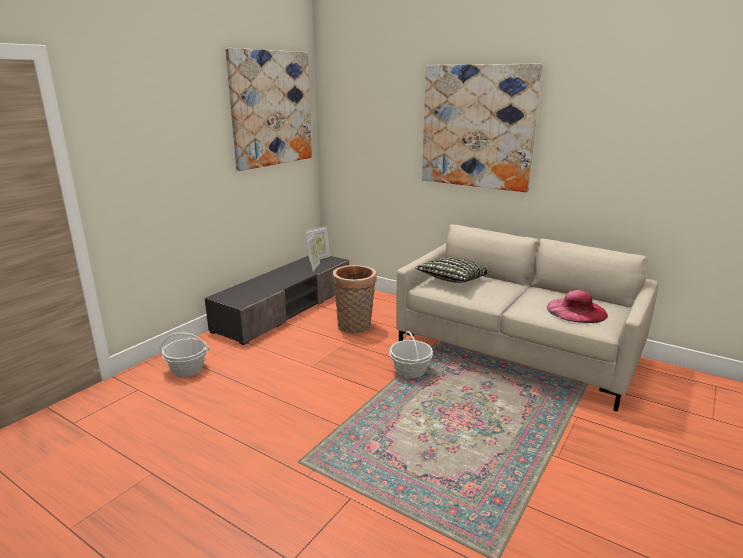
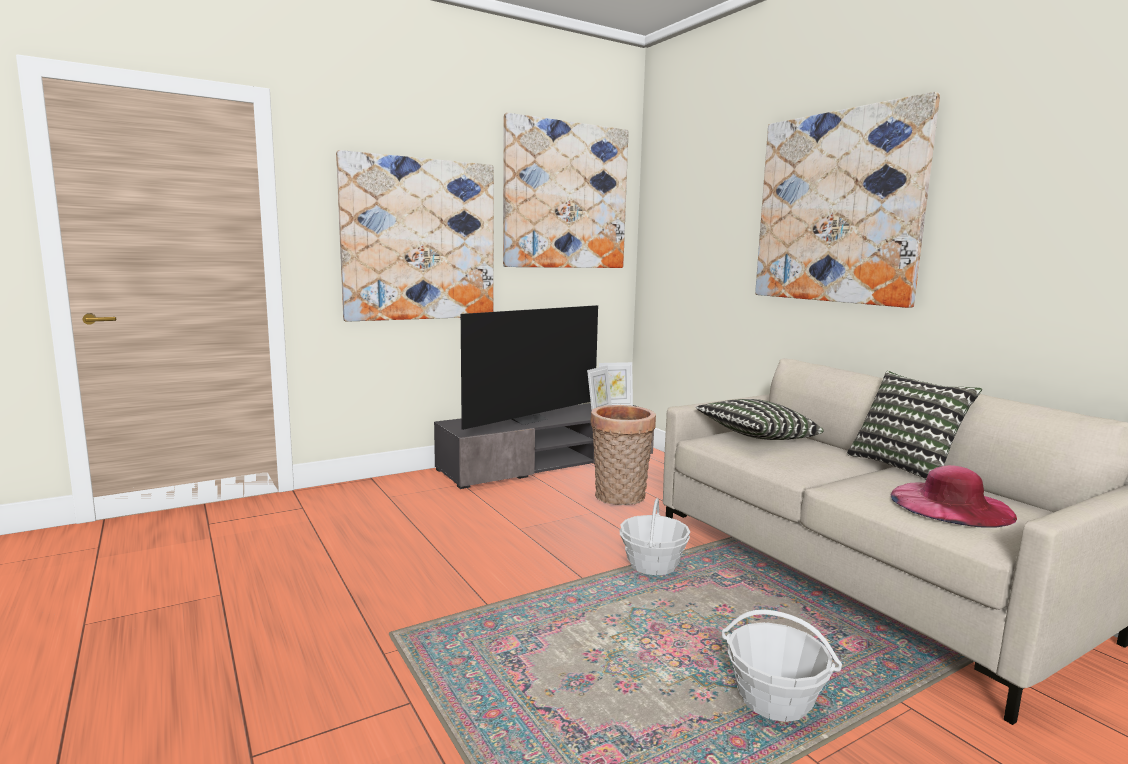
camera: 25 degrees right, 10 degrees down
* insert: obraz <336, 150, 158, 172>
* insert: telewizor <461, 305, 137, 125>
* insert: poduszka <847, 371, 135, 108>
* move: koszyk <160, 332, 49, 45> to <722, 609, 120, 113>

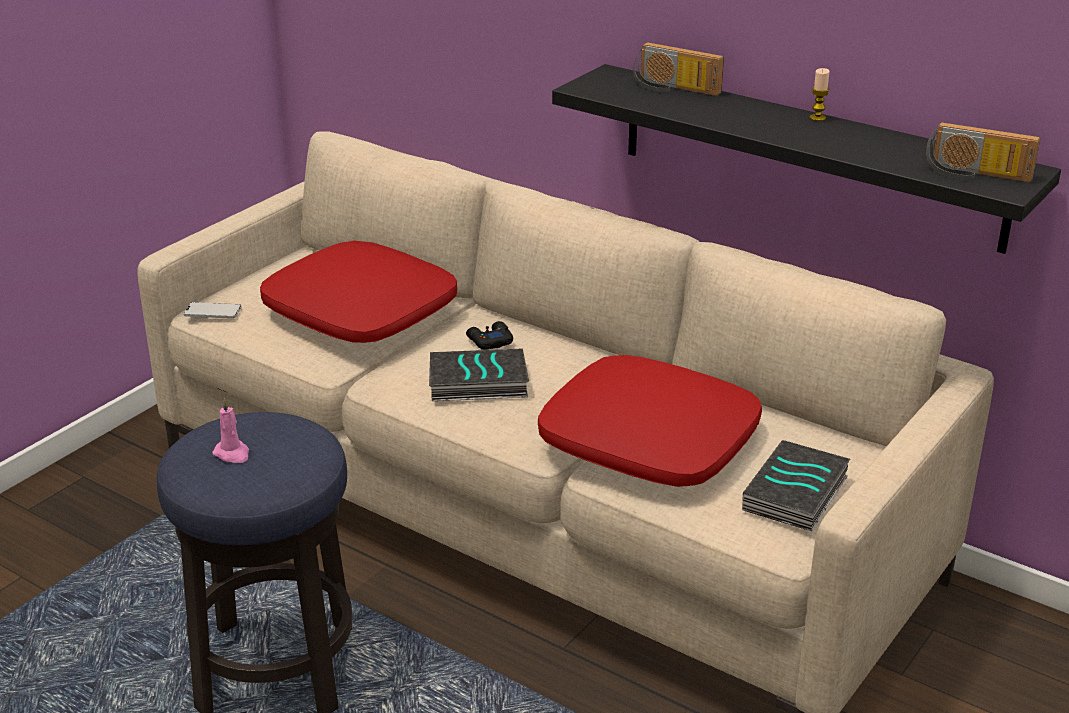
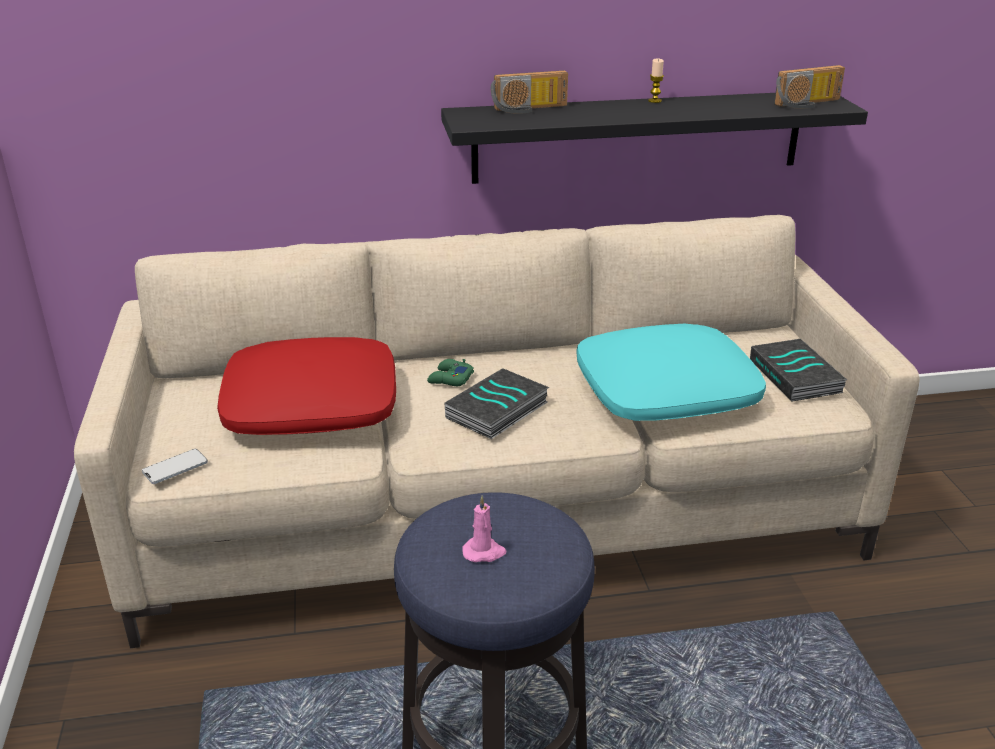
camera: 45 degrees left, 0 degrees up
* recolor: pad do gier (czarny) <466, 321, 47, 29> to pad do gier (zielony) <427, 359, 47, 27>
* recolor: poduszka (czerwony) <538, 355, 224, 132> to poduszka (turkusowy) <577, 324, 189, 97>

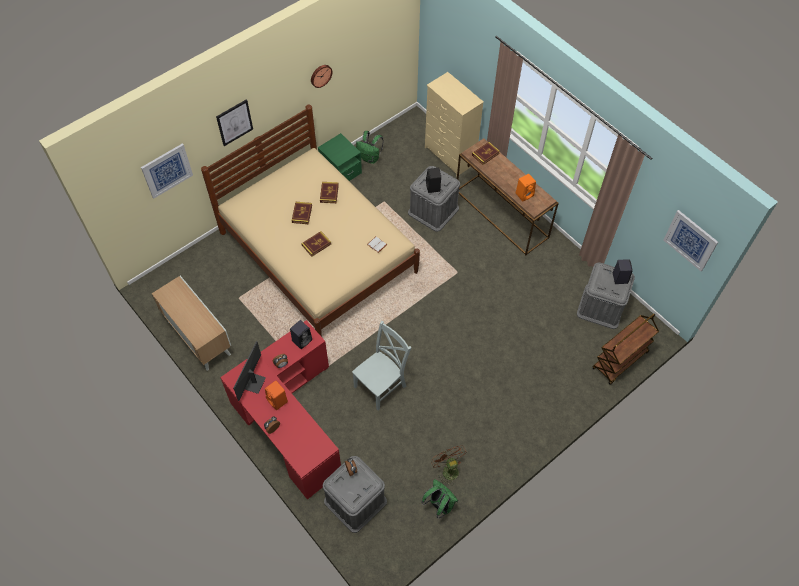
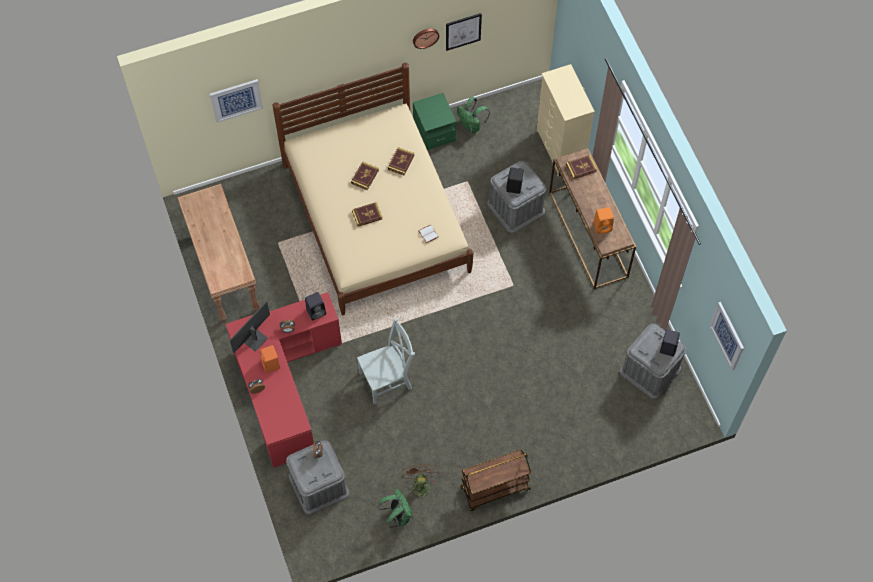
camera: 20 degrees right, 5 degrees up
* move: obraz <216, 99, 37, 47> to <446, 13, 36, 38>
* move: wózek (brązowy) <592, 314, 67, 71> to <460, 449, 71, 62>
* replace: szafka <152, 276, 79, 95> to stolik konsolowy (brązowy) <177, 184, 83, 139>

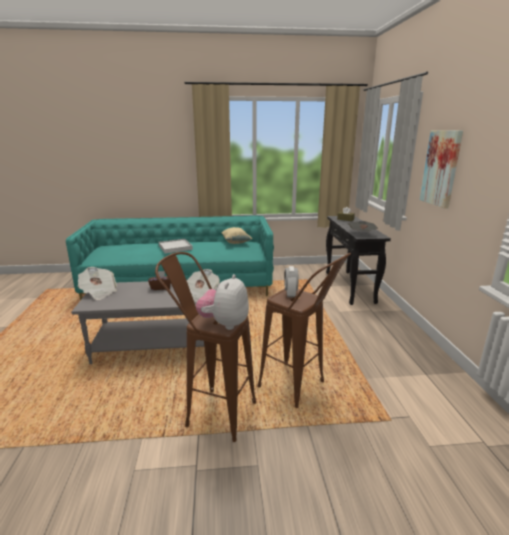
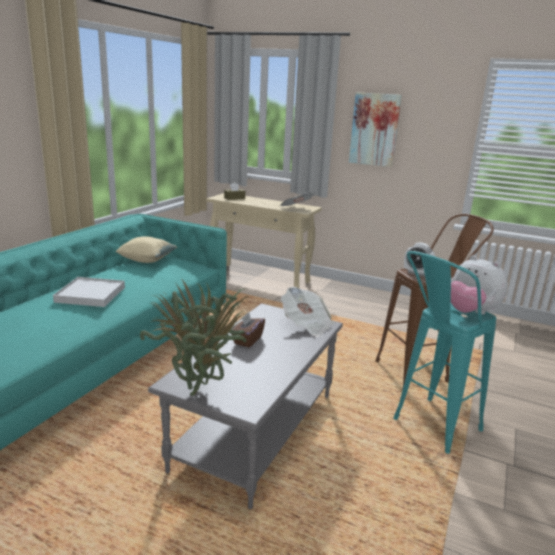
camera: 60 degrees left, 0 degrees up
* replace: gazeta <78, 267, 39, 33> to roślina doniczkowa <140, 278, 111, 118>
* recolor: stołek (brązowy) <155, 252, 101, 190> to stołek (turkusowy) <393, 251, 103, 203>
* recolor: stolik konsolowy (czarny) <326, 216, 65, 89> to stolik konsolowy (beżowy) <206, 193, 116, 95>

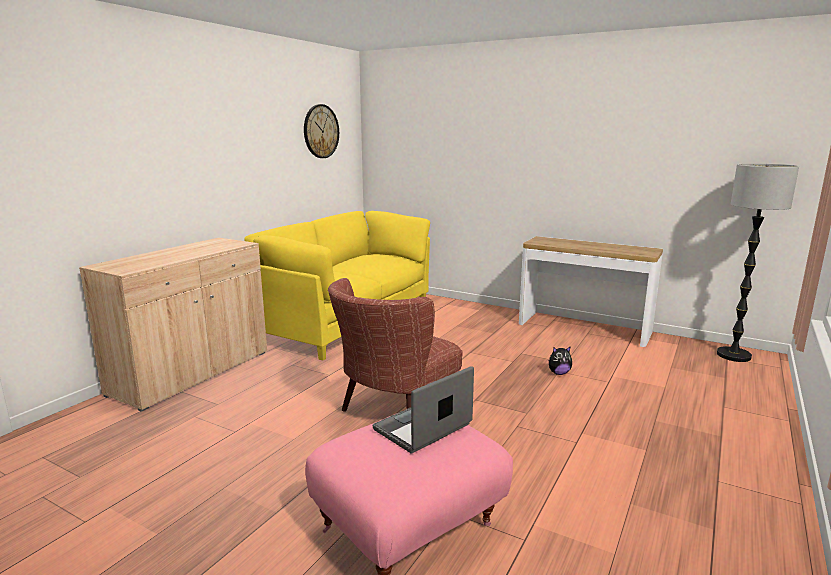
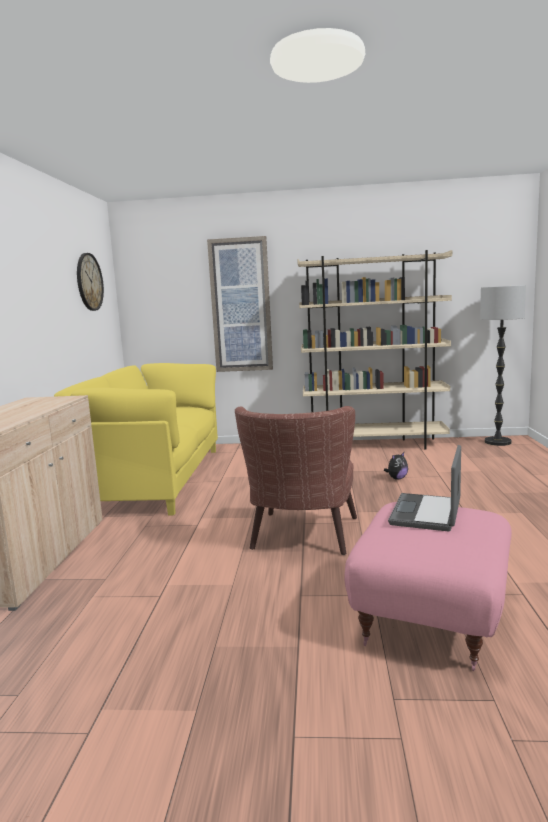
camera: 25 degrees left, 5 degrees down
* insert: obraz <207, 236, 66, 136>
* replace: stolik konsolowy <519, 236, 144, 111> to regał (beżowy) <297, 250, 155, 200>

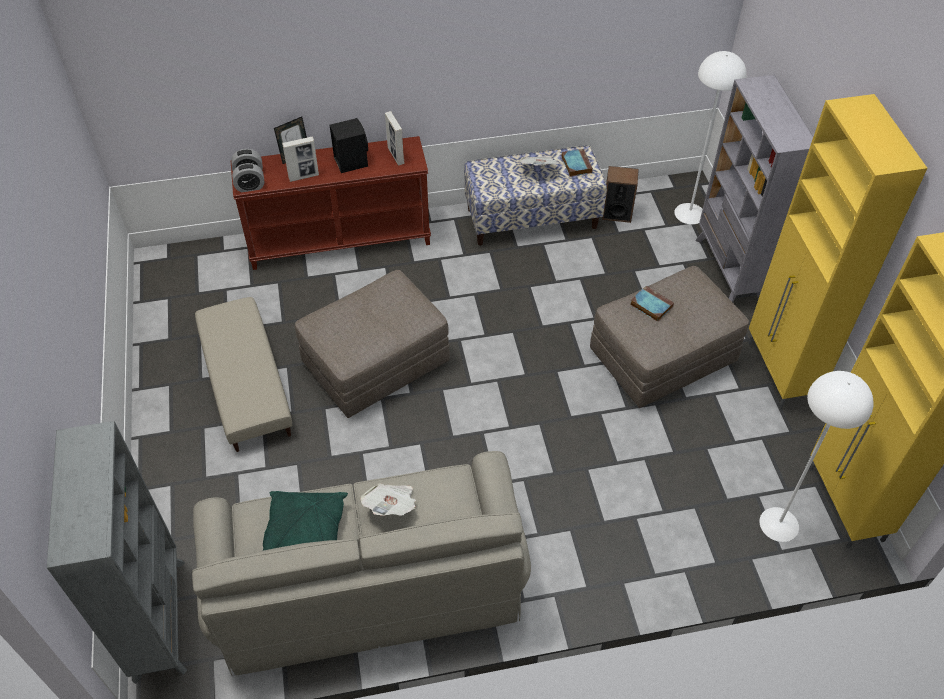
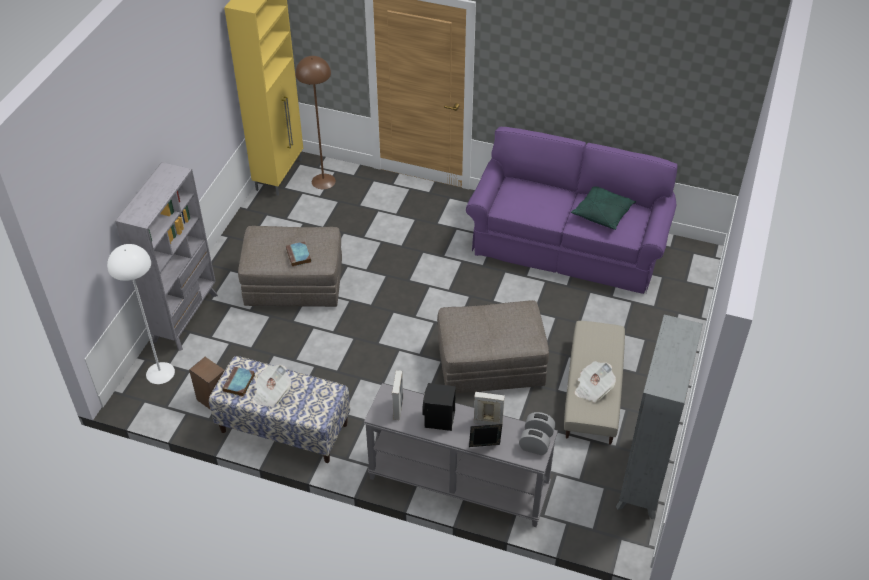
camera: 150 degrees left, 5 degrees down
* delete: szafka (żółty) <748, 94, 179, 315>
* move: regał (szary) <47, 421, 140, 263> to <616, 314, 87, 205>
* move: gazeta <361, 484, 55, 32> to <575, 361, 41, 42>
* recolor: kanapa (szary) <192, 451, 339, 225> to kanapa (fioletowy) <466, 127, 212, 167>
* recolor: stolik konsolowy (brązowy) <231, 136, 200, 134> to stolik konsolowy (szary) <364, 383, 194, 144>
* recolor: lampa stojąca (biały) <759, 371, 115, 171> to lampa stojąca (brązowy) <295, 56, 41, 133>

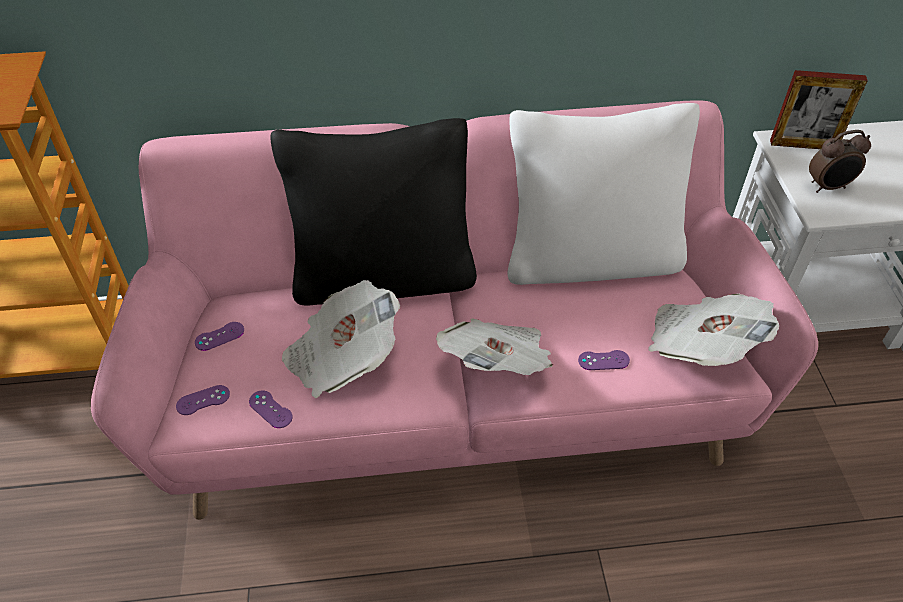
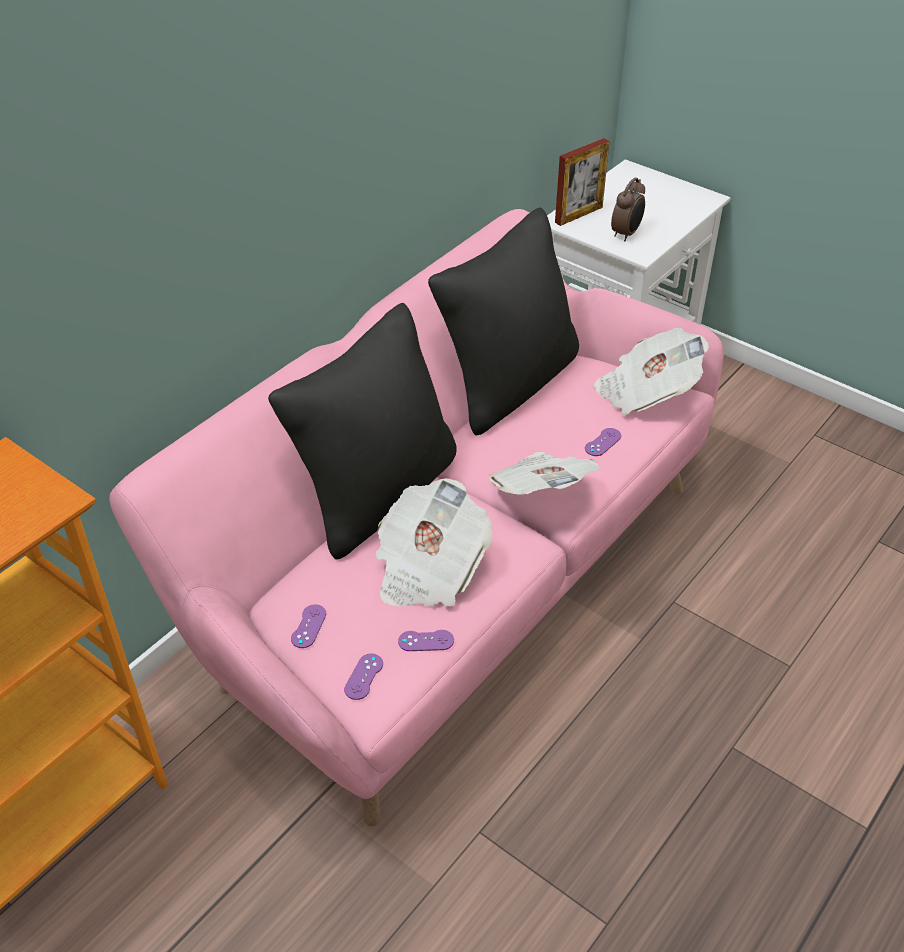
camera: 45 degrees left, 5 degrees down
* recolor: poduszka (biały) <507, 103, 193, 182> to poduszka (czarny) <428, 208, 151, 227>

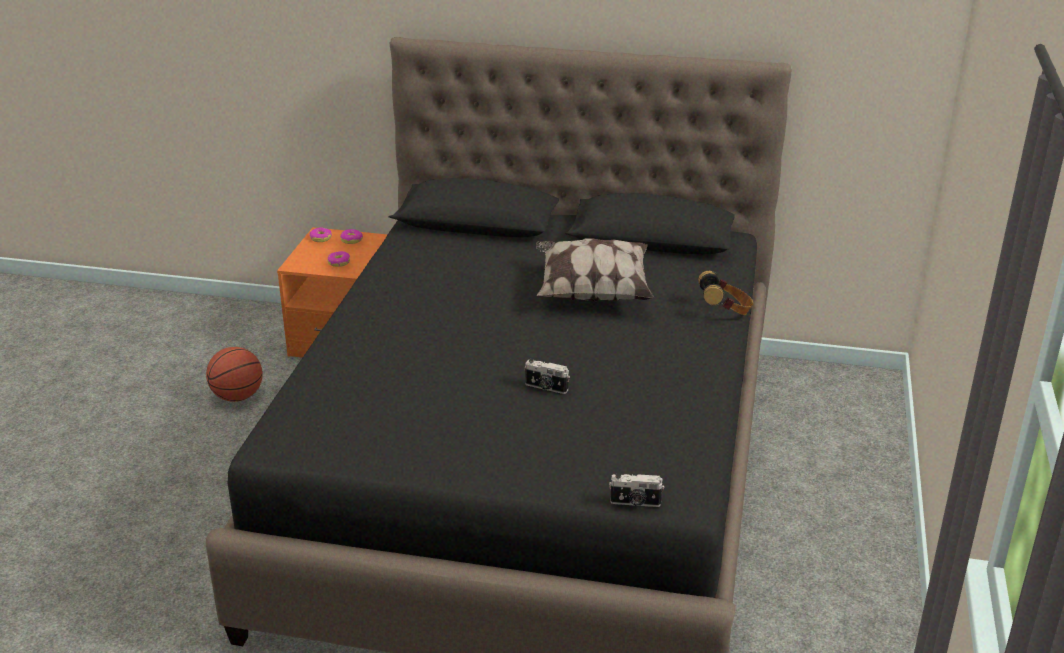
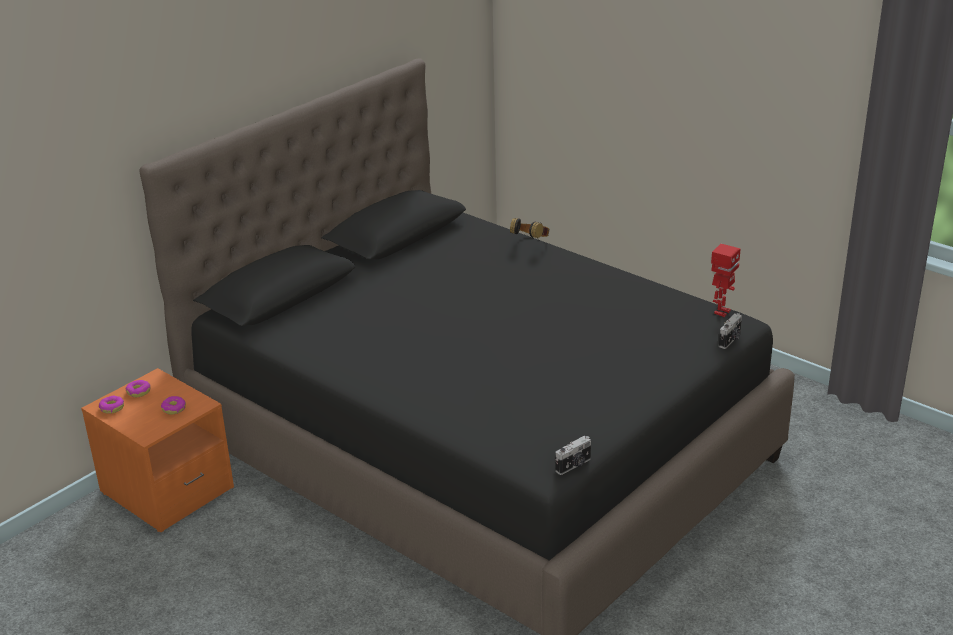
camera: 60 degrees left, 0 degrees up
* delete: piłka do koszykówki <206, 347, 57, 55>
* delete: poduszka <536, 238, 118, 64>
* insert: robot zabawkowy <711, 244, 30, 73>
* move: aparat fotograficzny <524, 359, 46, 35> to <555, 436, 36, 39>

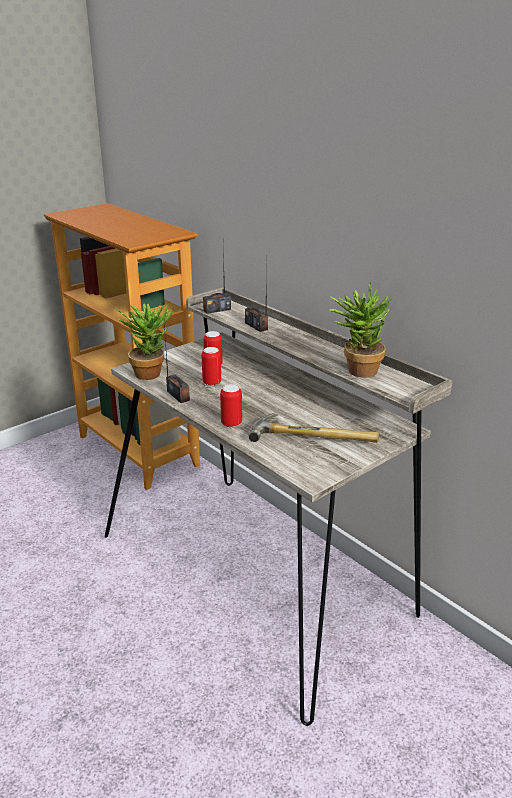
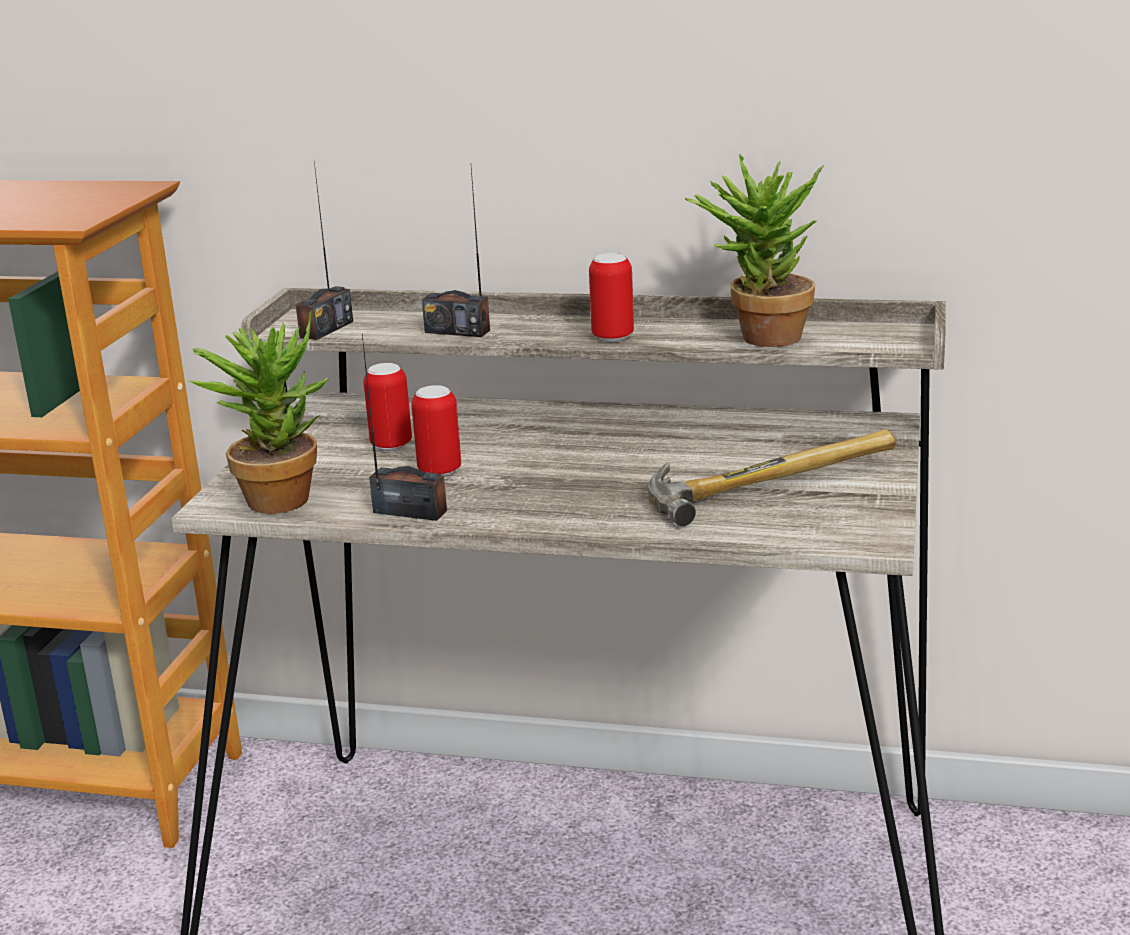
camera: 35 degrees left, 5 degrees down
* move: puszka <220, 384, 22, 44> to <589, 253, 45, 89>

